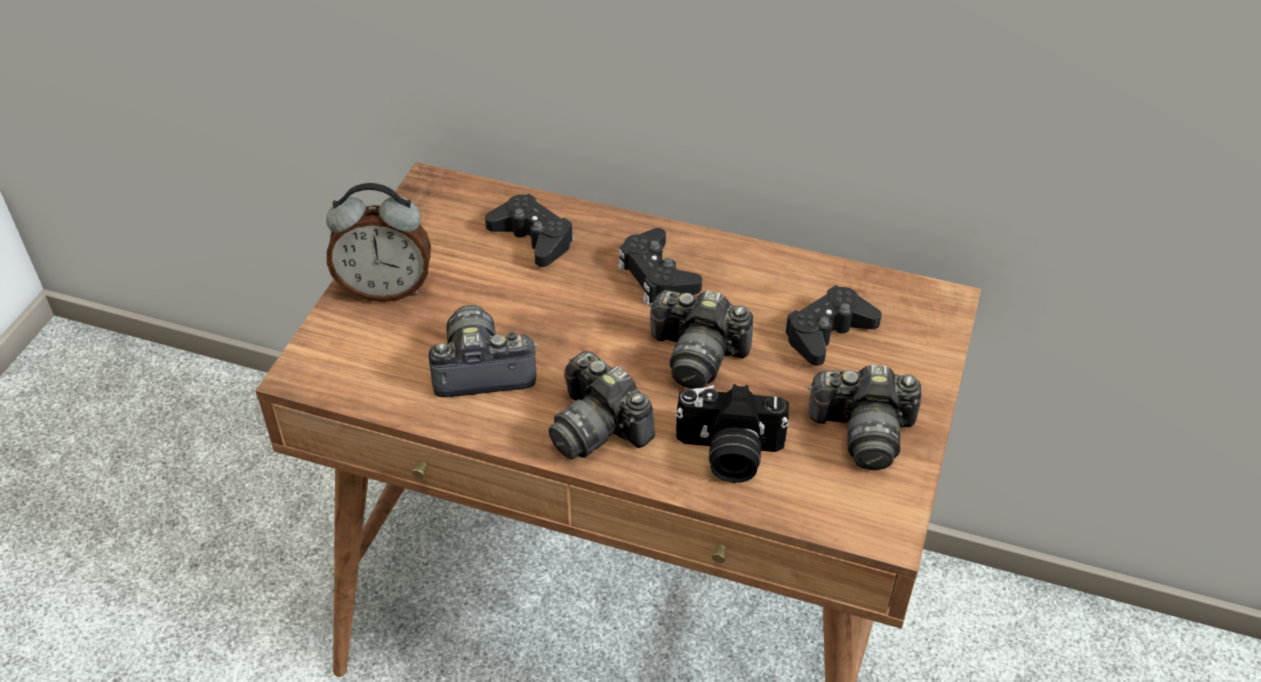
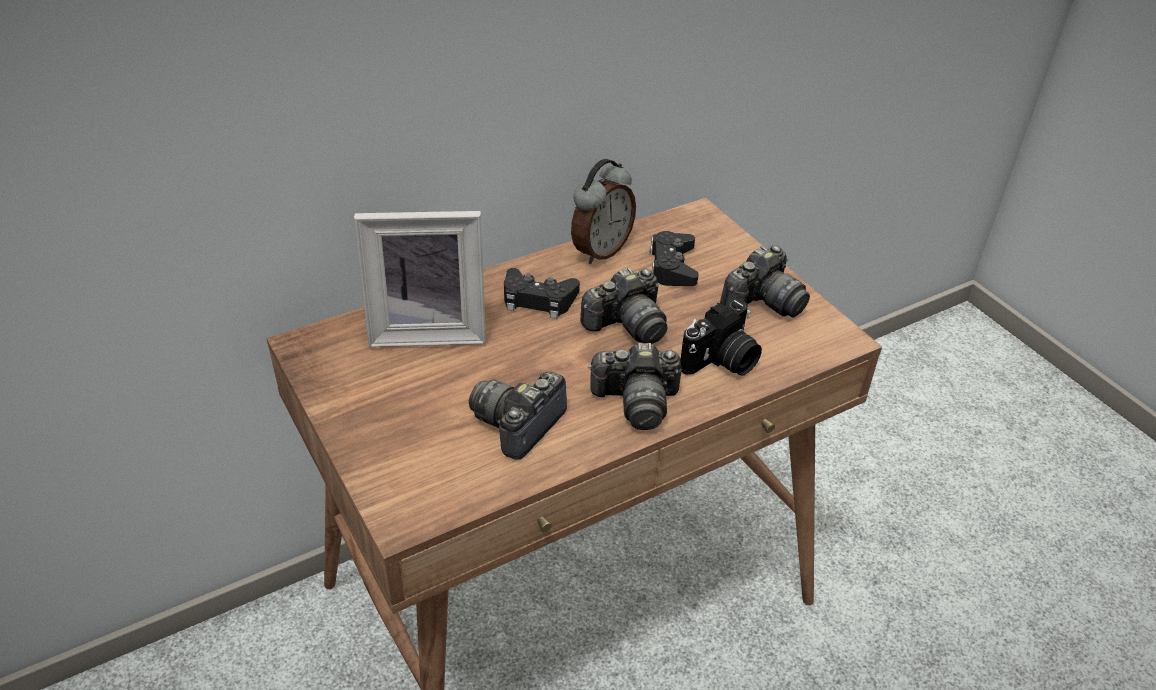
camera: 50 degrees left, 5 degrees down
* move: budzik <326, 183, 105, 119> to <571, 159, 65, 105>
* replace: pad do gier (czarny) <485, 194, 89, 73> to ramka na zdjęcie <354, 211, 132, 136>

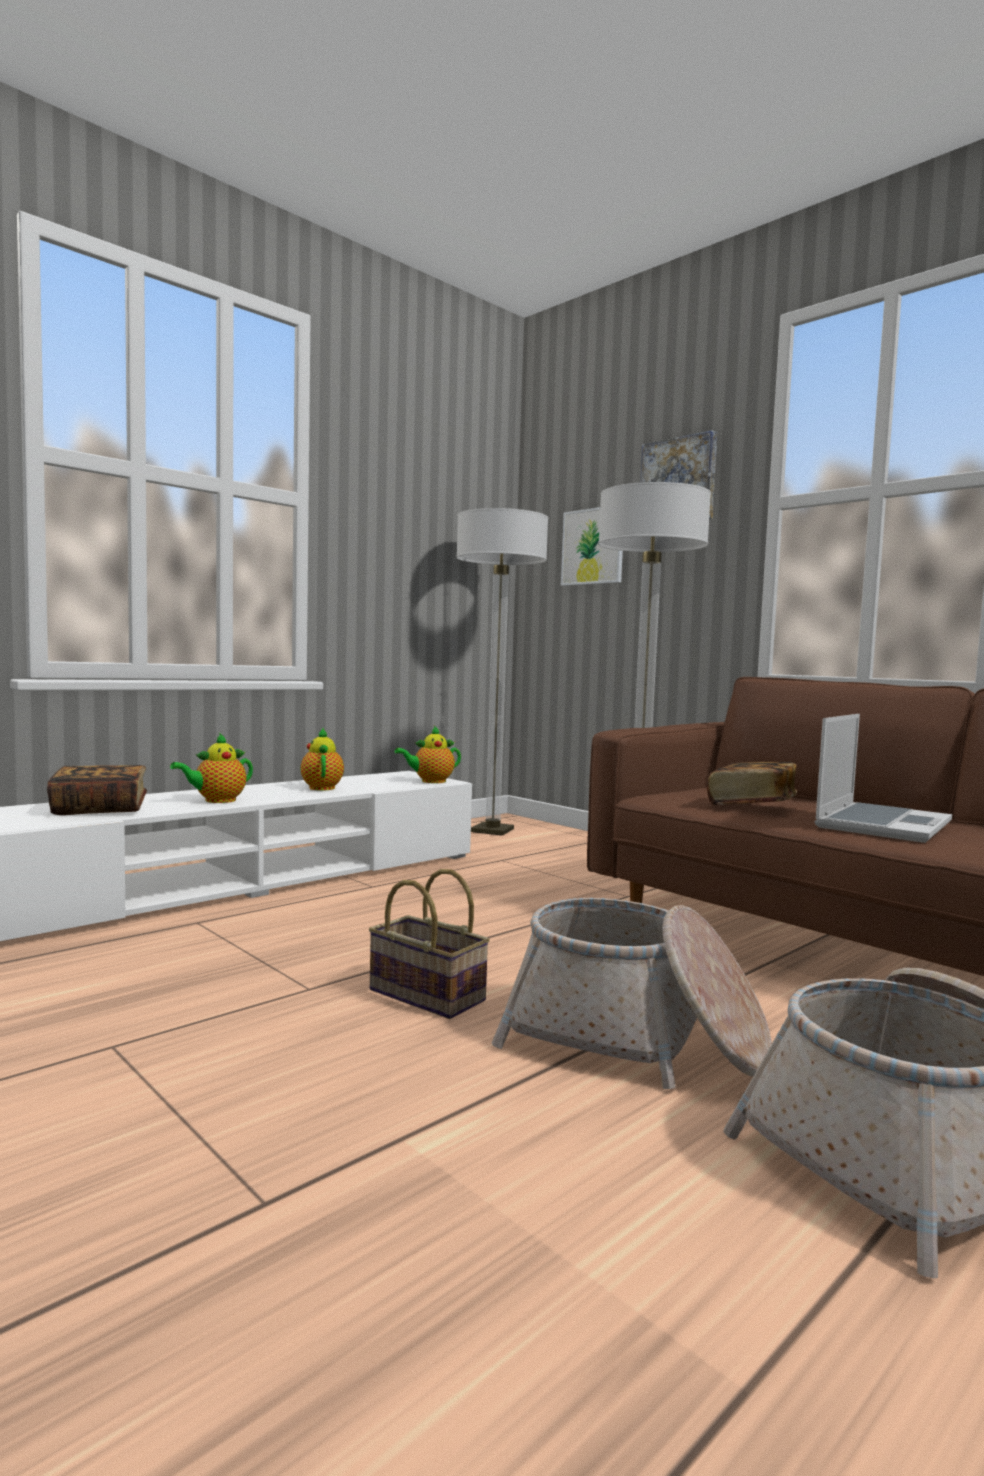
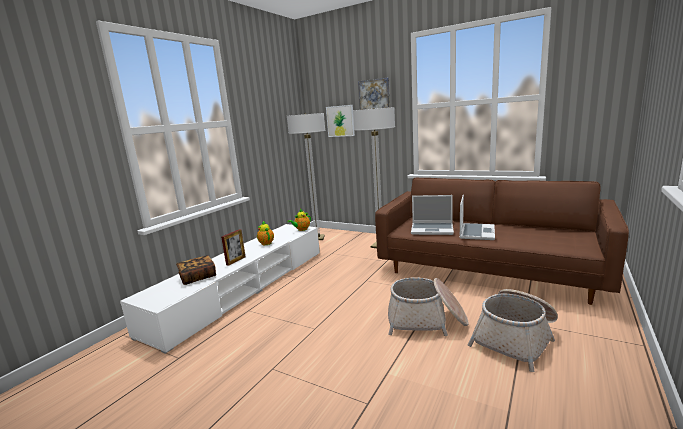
camera: 15 degrees left, 10 degrees up
* delete: koszyk <369, 869, 121, 150>
* replace: imbryk <170, 733, 83, 70> to ramka na zdjęcie <221, 229, 25, 37>
* replace: książka <707, 762, 90, 43> to laptop <411, 195, 43, 40>

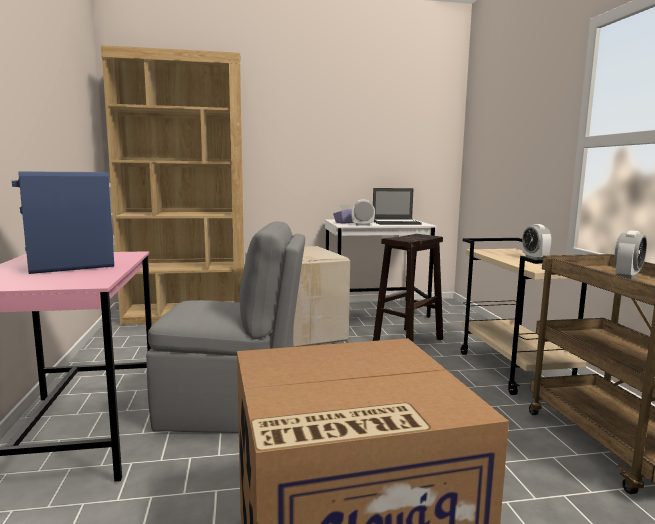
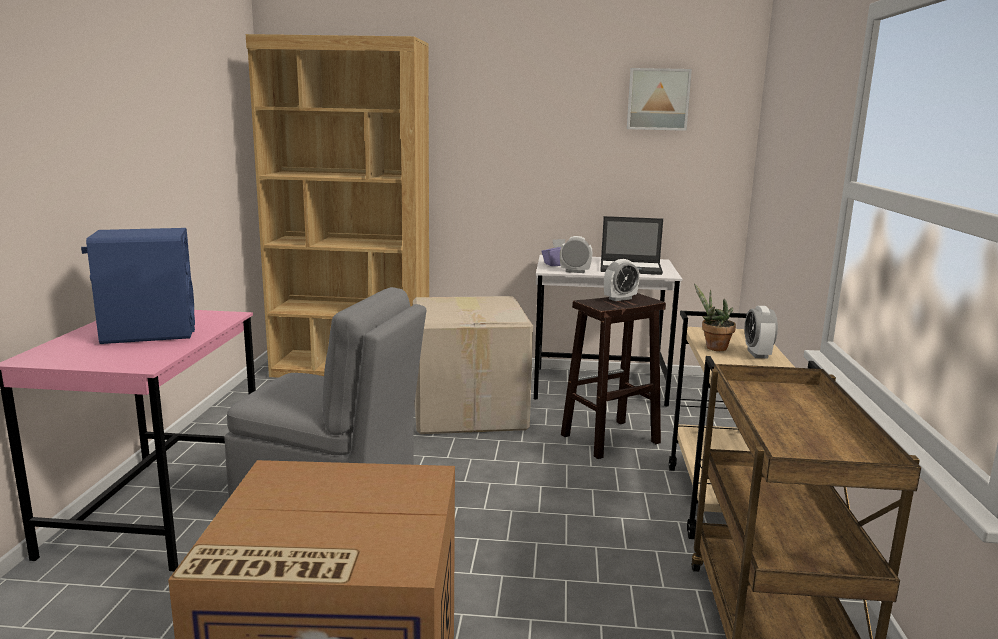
camera: 15 degrees right, 5 degrees up
* insert: obraz <627, 68, 65, 63>
* insert: roślina doniczkowa <694, 284, 42, 67>
* move: budzik <614, 230, 33, 49> to <604, 259, 36, 42>

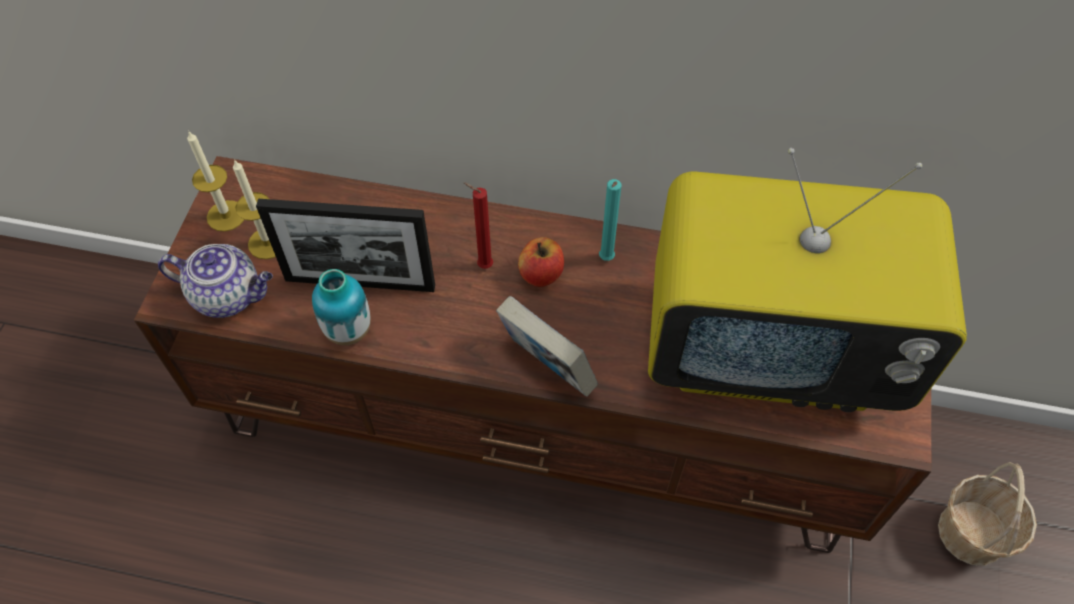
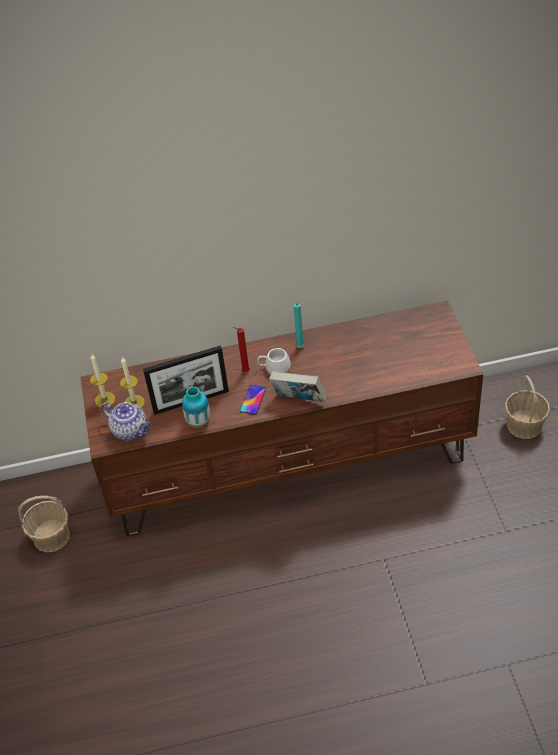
camera: 20 degrees left, 10 degrees down
* delete: telewizor <648, 148, 319, 264>
* insert: koszyk <18, 496, 52, 56>
* insert: telefon <240, 385, 26, 30>
* replace: jabłko <518, 237, 46, 50> to kubek (biały) <257, 348, 34, 26>
* rotate: imbryk <158, 244, 115, 74> = <101, 402, 50, 39> 45 degrees clockwise

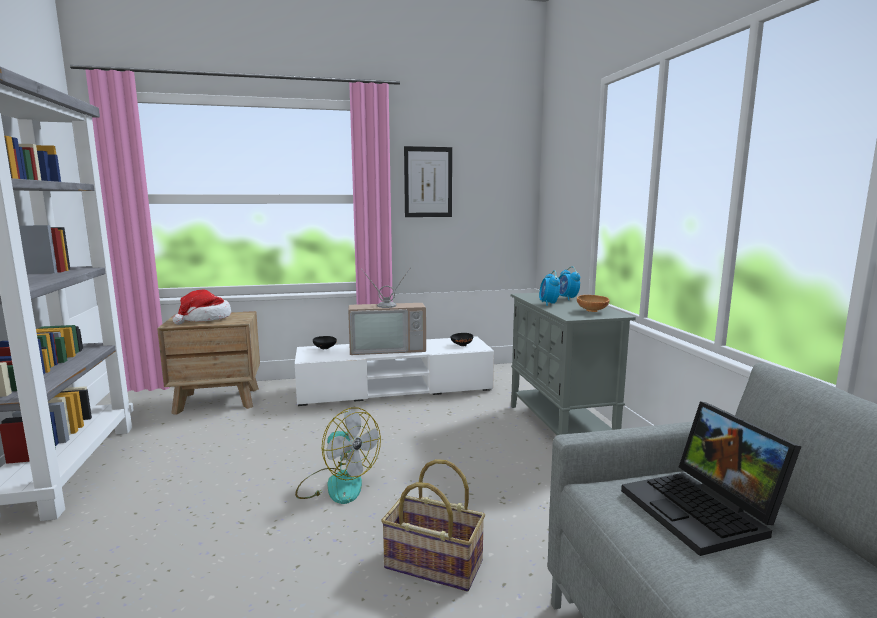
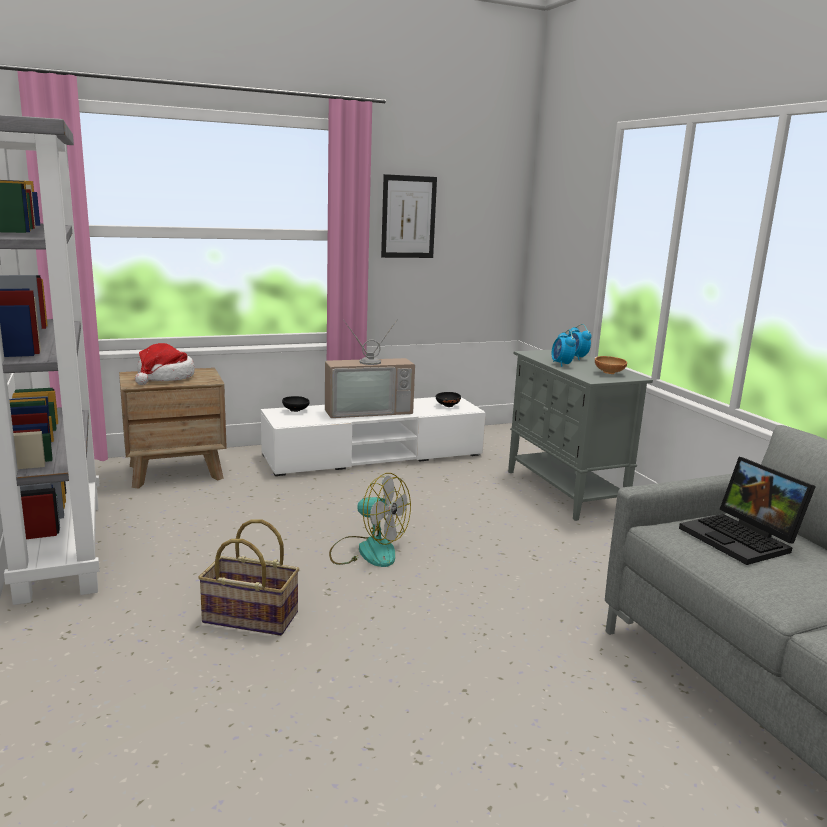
camera: 10 degrees left, 5 degrees up
* move: koszyk <381, 459, 104, 133> to <198, 519, 101, 117>

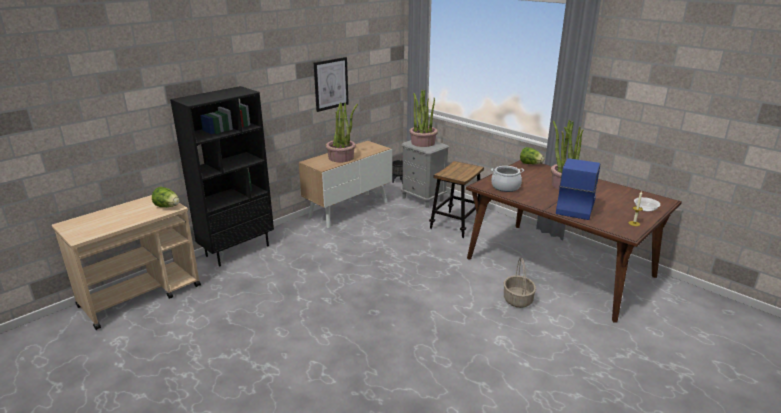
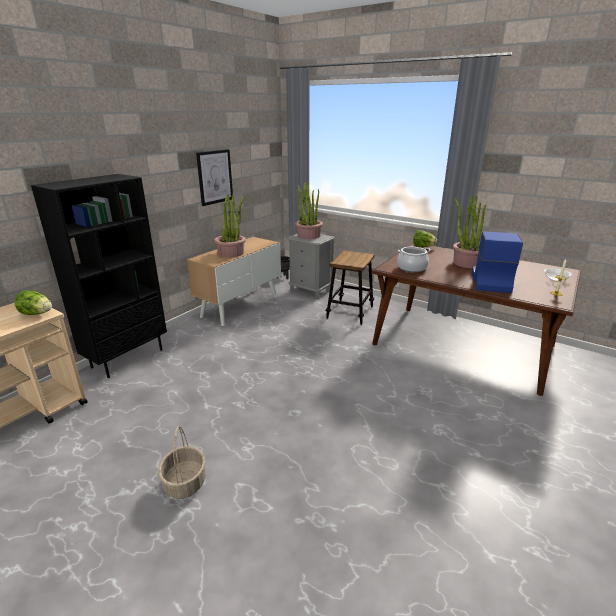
camera: 10 degrees left, 0 degrees up
* move: koszyk <504, 258, 32, 50> to <158, 426, 47, 73>

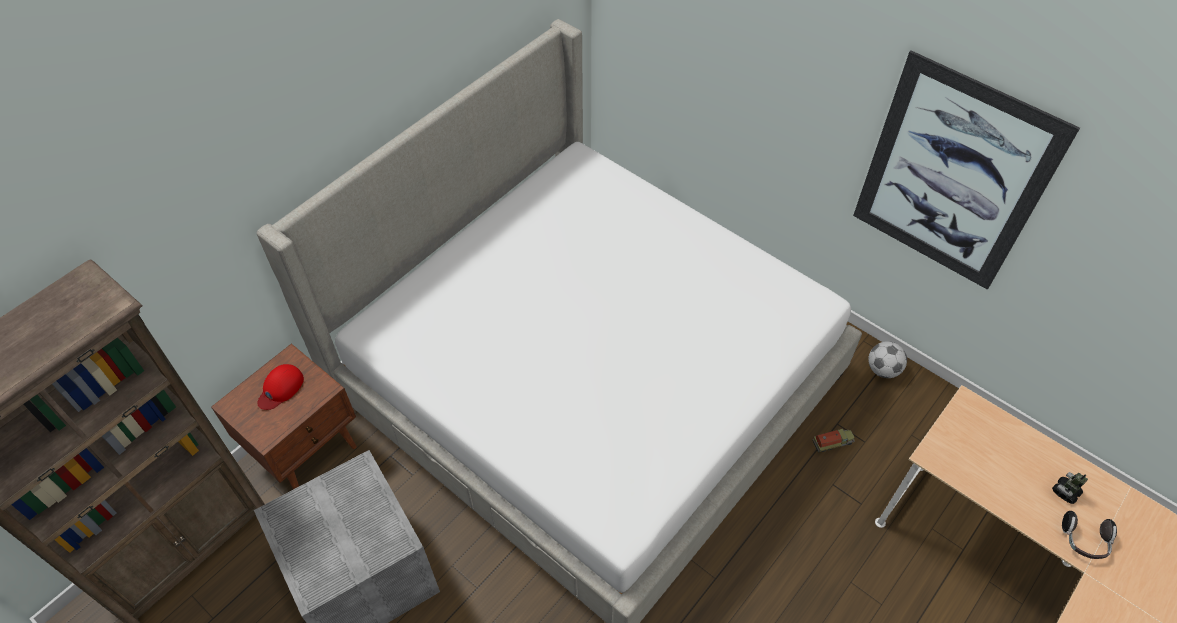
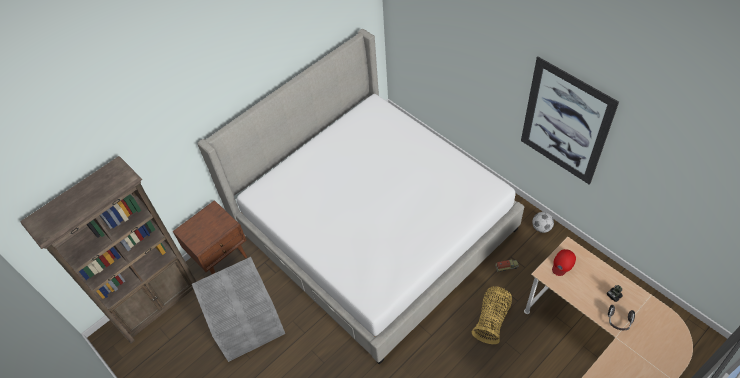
camera: 10 degrees right, 0 degrees up
* insert: koszyk <471, 286, 41, 58>
* move: czapka z daszkiem (czerwony) <257, 364, 47, 46> to <552, 249, 24, 27>

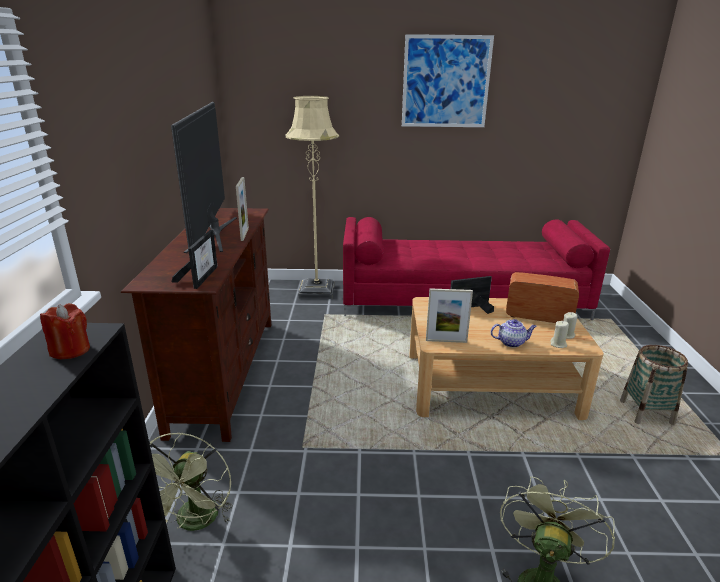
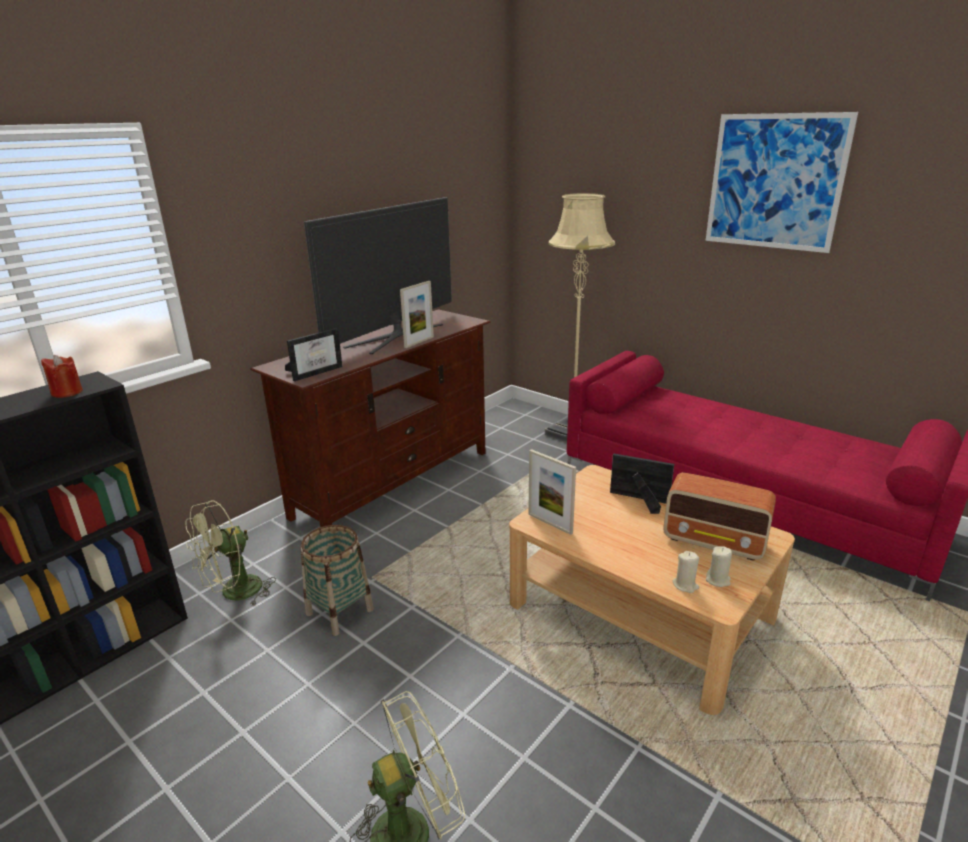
camera: 40 degrees right, 0 degrees up
* delete: imbryk <491, 319, 46, 29>
* move: koszyk <620, 345, 68, 80> to <300, 525, 74, 111>
* rotate: radio <506, 272, 73, 51> = <663, 472, 113, 89> 150 degrees clockwise

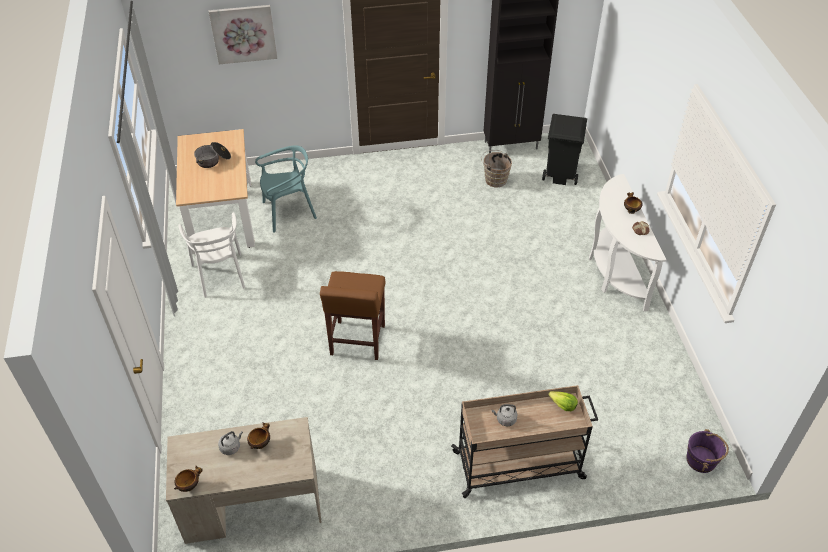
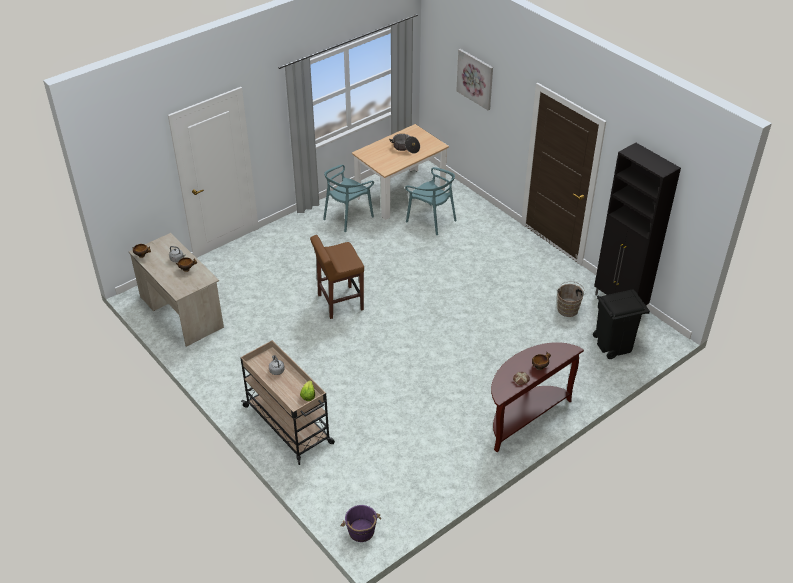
camera: 60 degrees right, 5 degrees down
* recolor: krzesło (biały) <178, 212, 67, 86> to krzesło (turkusowy) <323, 165, 51, 67>
* recolor: stolik konsolowy (biały) <589, 174, 77, 137> to stolik konsolowy (brązowy) <491, 342, 93, 111>

